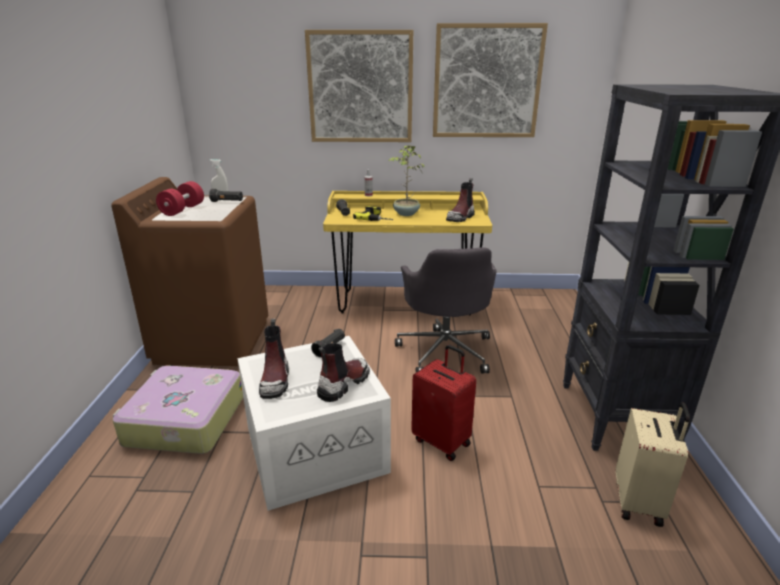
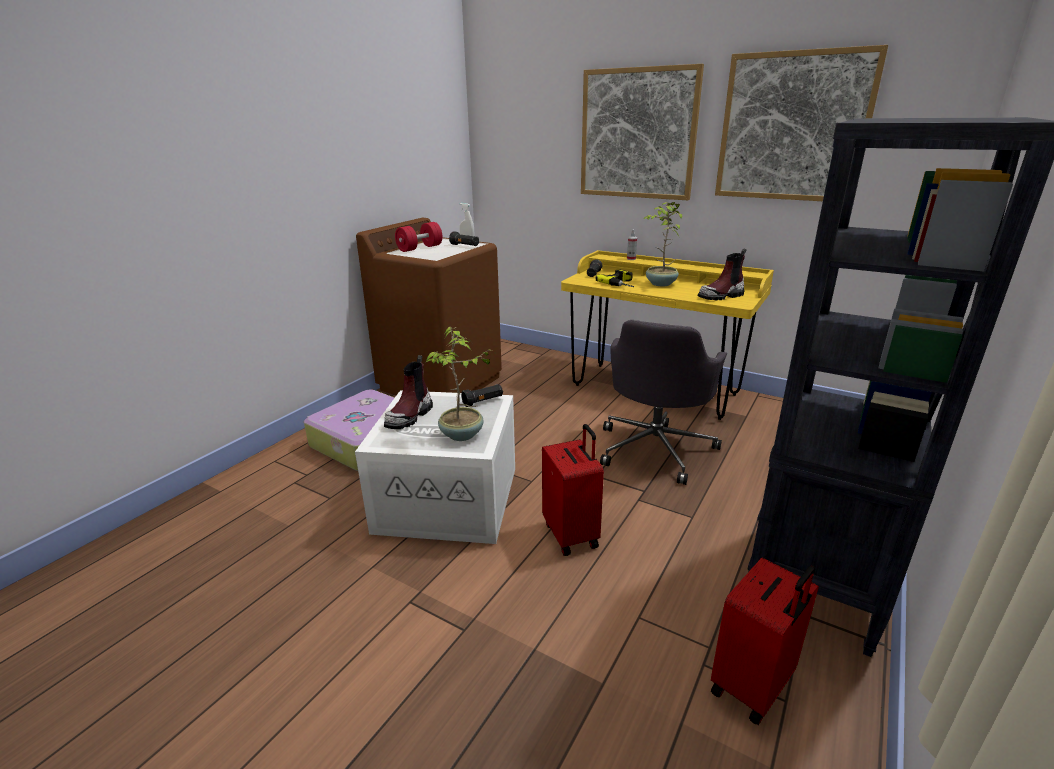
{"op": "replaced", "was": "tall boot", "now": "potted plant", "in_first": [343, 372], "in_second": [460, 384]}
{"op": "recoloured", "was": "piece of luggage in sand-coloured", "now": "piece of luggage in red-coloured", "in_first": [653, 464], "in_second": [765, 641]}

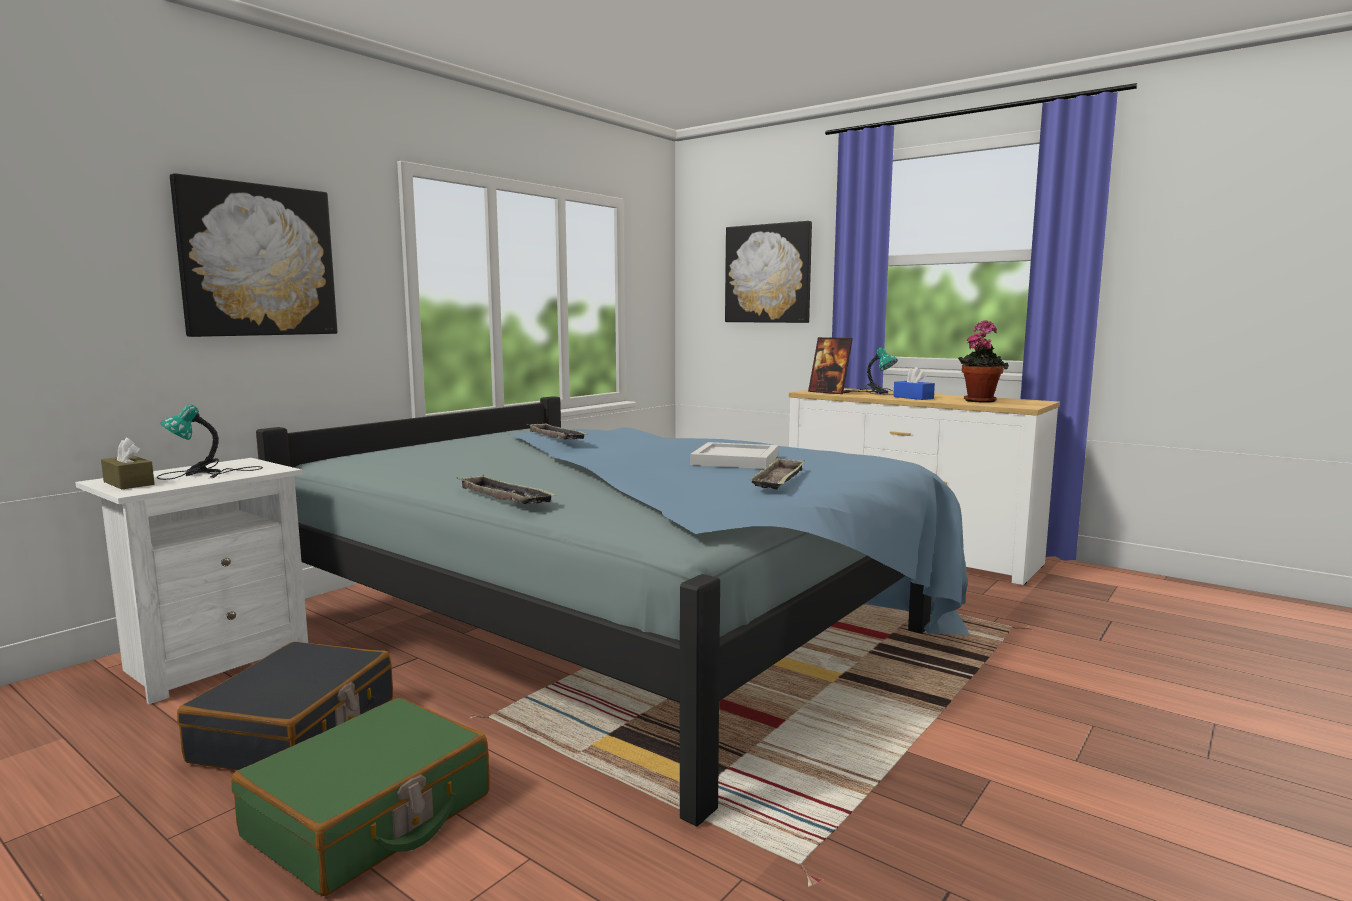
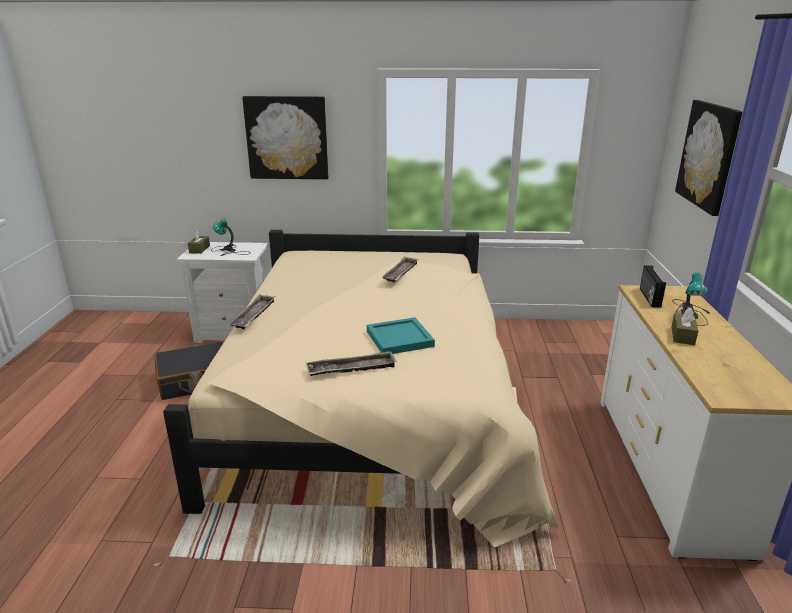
{"op": "recoloured", "was": "sleeping bed in bluish", "now": "sleeping bed in sand-coloured", "in_first": [613, 611], "in_second": [360, 388]}
{"op": "recoloured", "was": "tray in white", "now": "tray in turquoise", "in_first": [734, 455], "in_second": [401, 335]}
{"op": "replaced", "was": "photo frame", "now": "radio receiver", "in_first": [830, 365], "in_second": [653, 286]}
{"op": "recoloured", "was": "box of tissues in bluish", "now": "box of tissues in brown", "in_first": [914, 383], "in_second": [684, 326]}
{"op": "removed", "was": "piece of luggage in green-coloured", "in_first": [360, 797]}
{"op": "removed", "was": "potted plant", "in_first": [983, 361]}

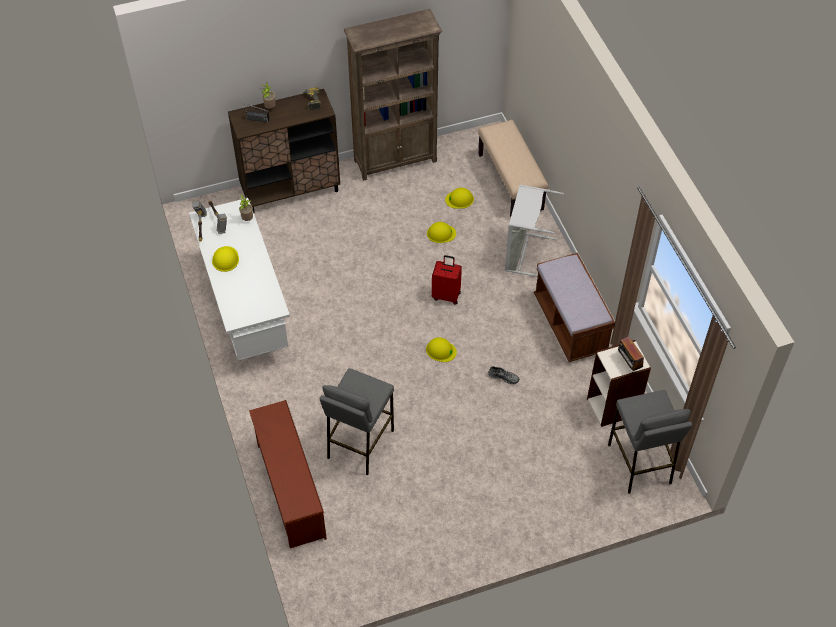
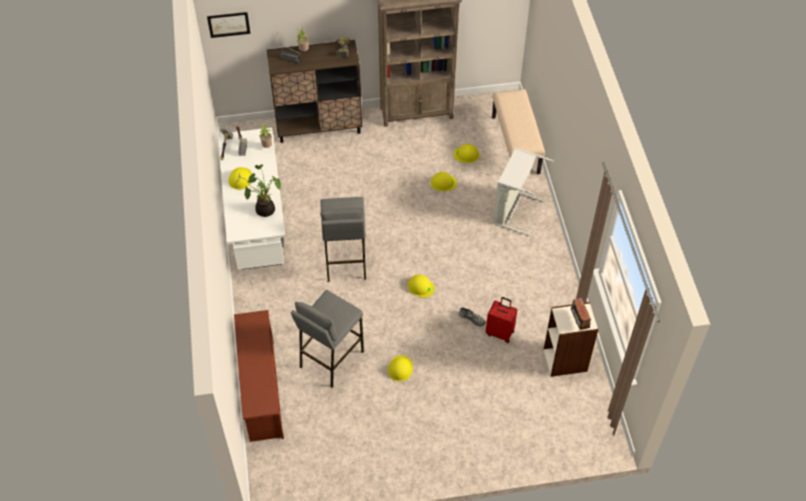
{"op": "added", "now": "picture", "in_second": [228, 25]}
{"op": "added", "now": "potted plant", "in_second": [258, 191]}
{"op": "moved", "was": "stool seat in gray", "in_first": [650, 442], "in_second": [343, 239]}
{"op": "added", "now": "safety helmet in yellow-coloured", "in_second": [400, 368]}
{"op": "moved", "was": "piece of luggage in red-coloured", "in_first": [447, 280], "in_second": [501, 320]}
{"op": "removed", "was": "long seat in brown", "in_first": [574, 307]}

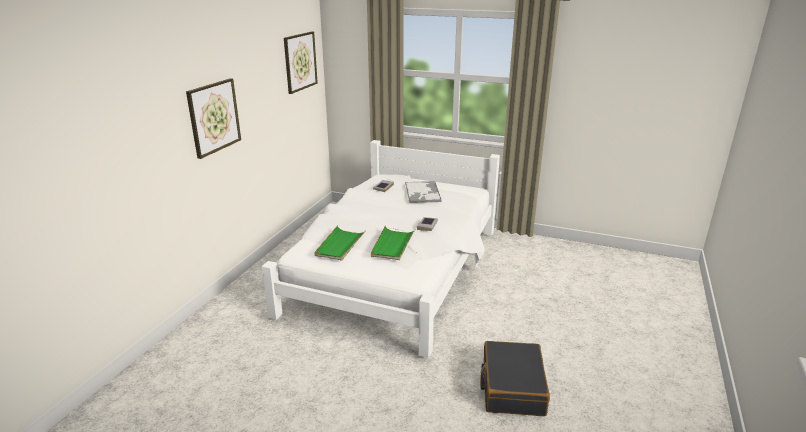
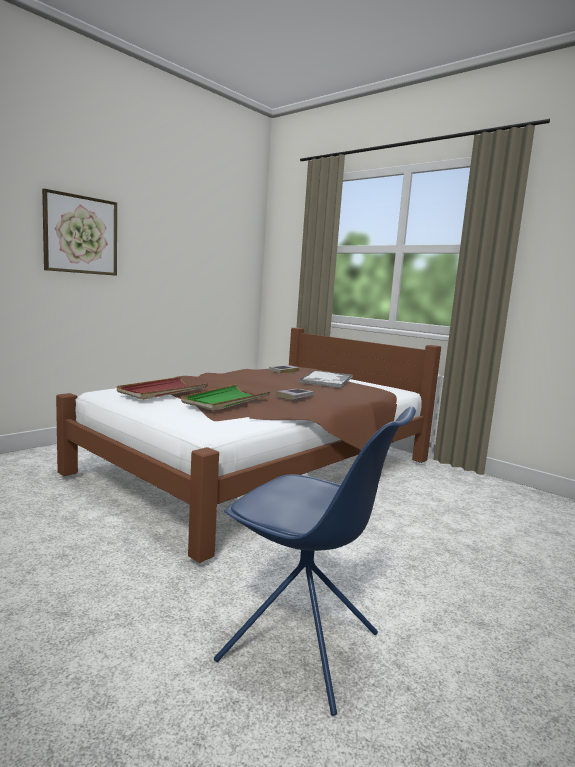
{"op": "recoloured", "was": "sleeping bed in white", "now": "sleeping bed in brown", "in_first": [381, 249], "in_second": [248, 445]}
{"op": "recoloured", "was": "tray in green-coloured", "now": "tray in red-coloured", "in_first": [340, 243], "in_second": [162, 388]}
{"op": "replaced", "was": "piece of luggage in blackish", "now": "upright chair in bluish", "in_first": [515, 378], "in_second": [315, 561]}
{"op": "removed", "was": "picture", "in_first": [301, 62]}

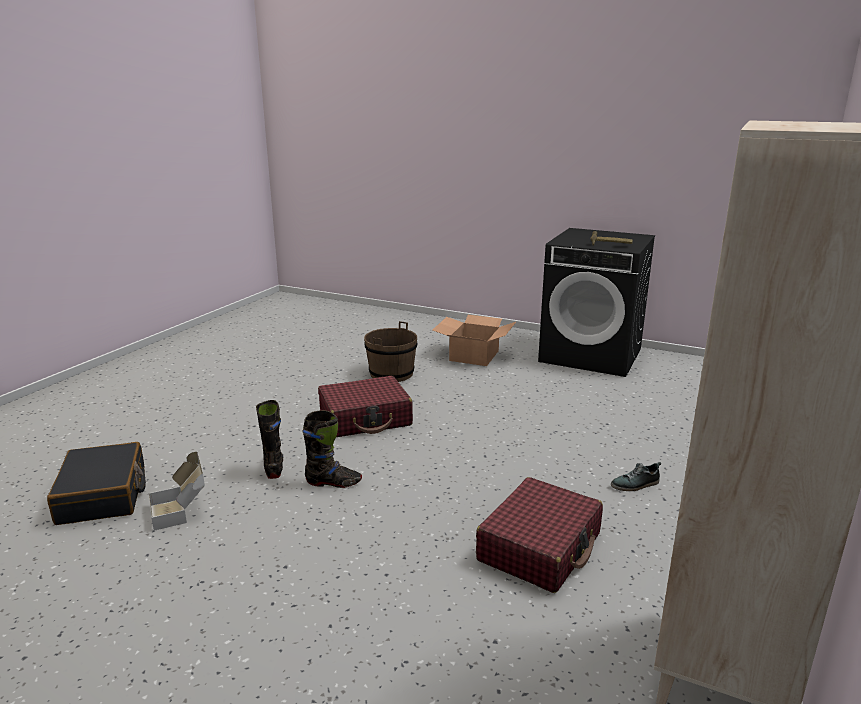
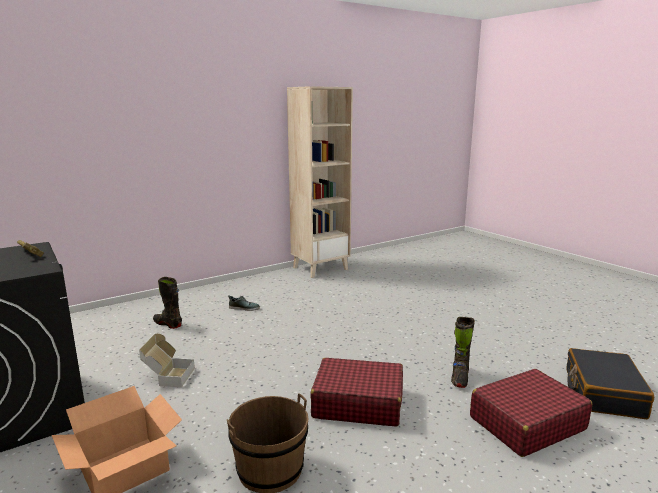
{"op": "moved", "was": "cardboard box", "in_first": [177, 491], "in_second": [167, 360]}
{"op": "moved", "was": "tall boot in blackish", "in_first": [332, 449], "in_second": [167, 303]}
{"op": "moved", "was": "piece of luggage in red-coloured", "in_first": [539, 535], "in_second": [531, 413]}

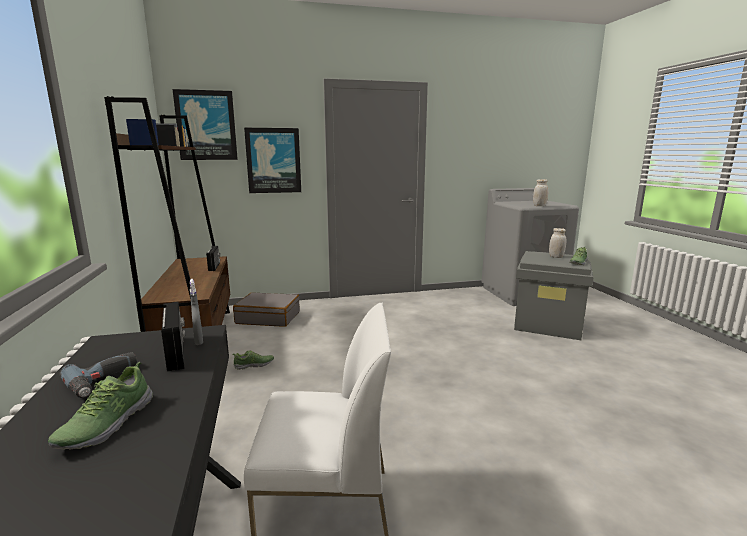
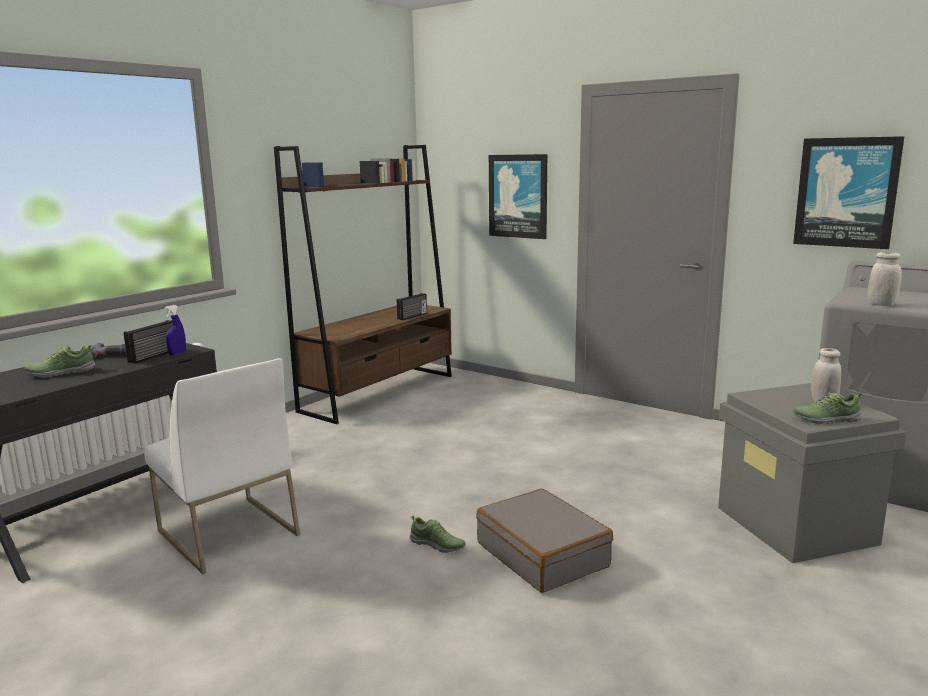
{"op": "recoloured", "was": "hand sprayer in gray", "now": "hand sprayer in bluish", "in_first": [196, 312], "in_second": [175, 330]}
{"op": "moved", "was": "item of footwear", "in_first": [253, 360], "in_second": [437, 534]}
{"op": "moved", "was": "piece of luggage in gray", "in_first": [266, 309], "in_second": [544, 541]}
{"op": "moved", "was": "picture", "in_first": [205, 124], "in_second": [849, 192]}

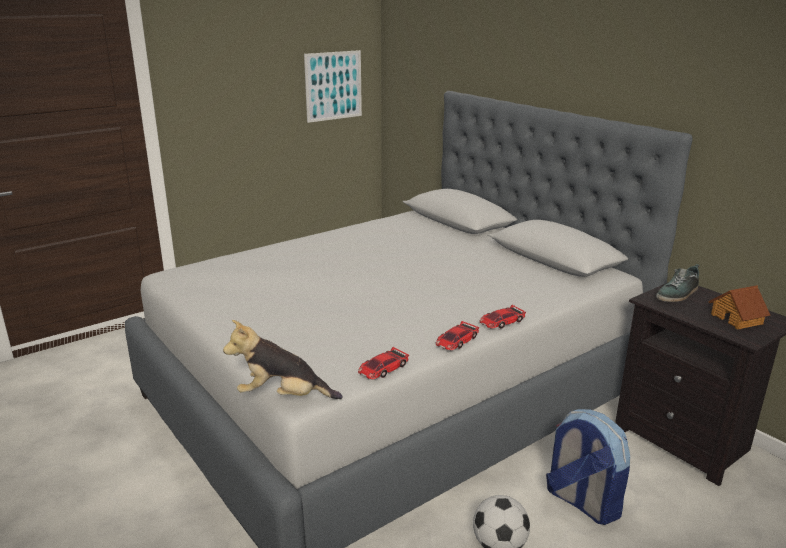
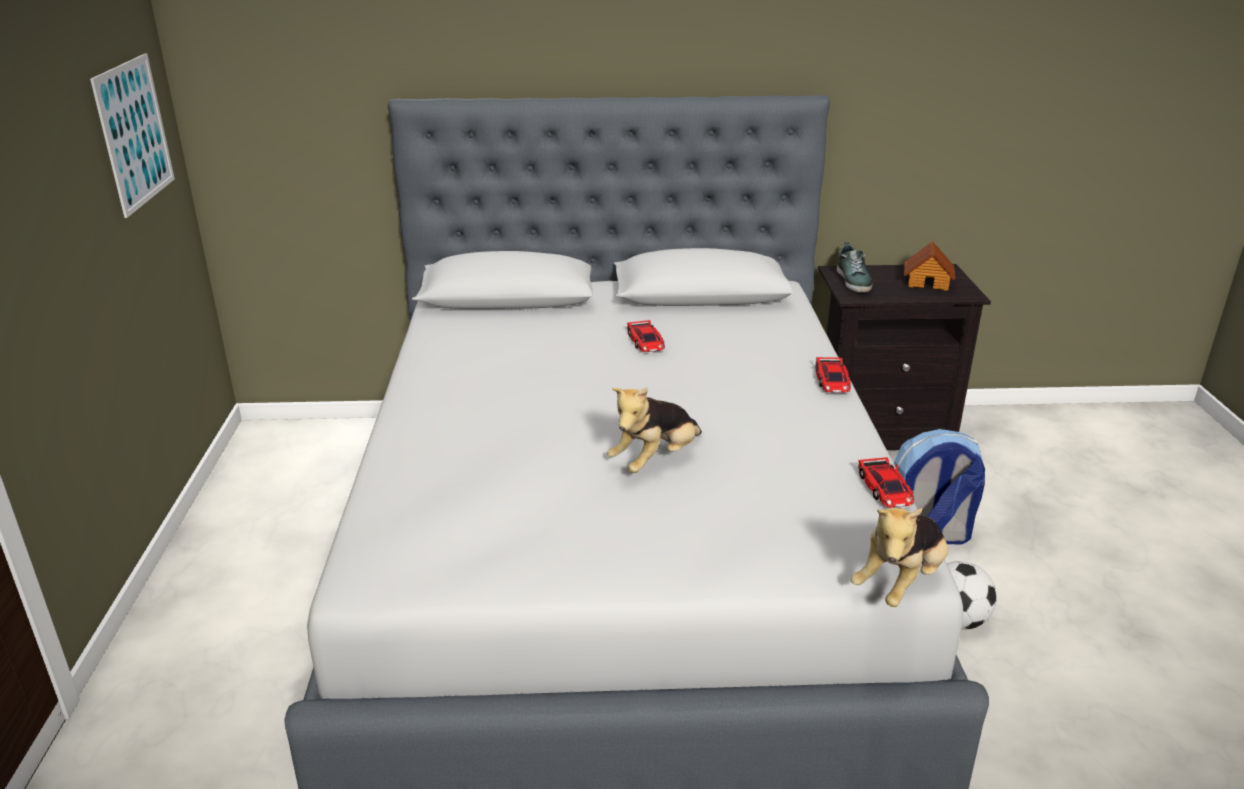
{"op": "added", "now": "plush toy", "in_second": [655, 430]}
{"op": "moved", "was": "toy car", "in_first": [457, 335], "in_second": [646, 336]}

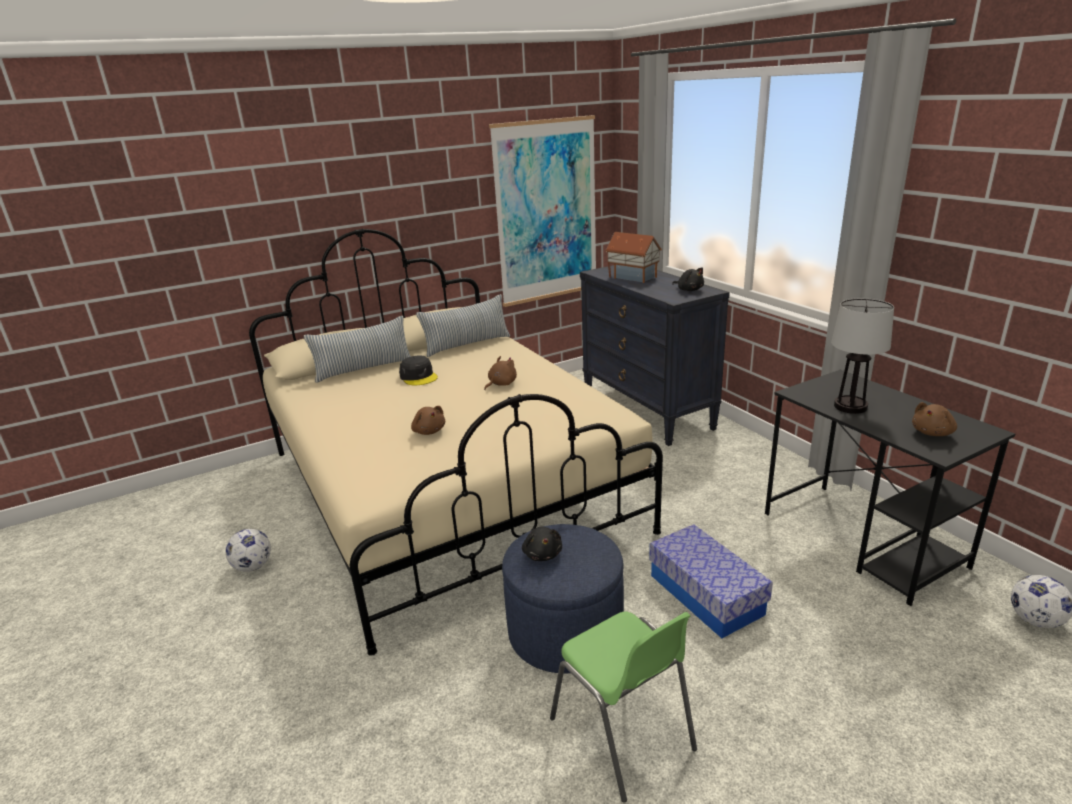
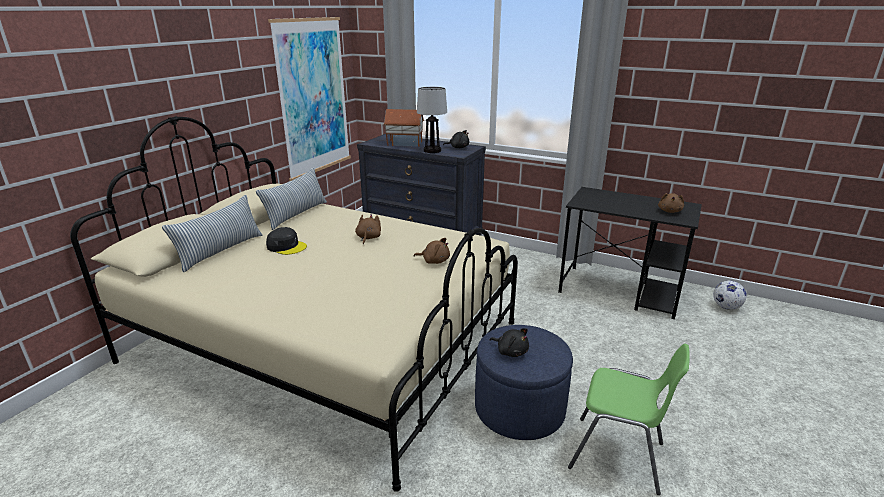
{"op": "moved", "was": "plush toy in brown", "in_first": [428, 420], "in_second": [432, 251]}
{"op": "moved", "was": "lamp for a table", "in_first": [862, 356], "in_second": [432, 120]}
{"op": "removed", "was": "ball for football", "in_first": [248, 550]}
{"op": "removed", "was": "storage bin", "in_first": [711, 581]}

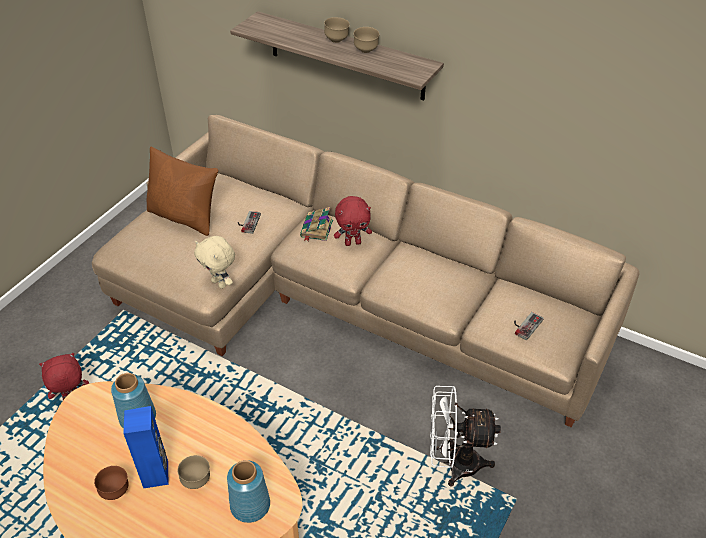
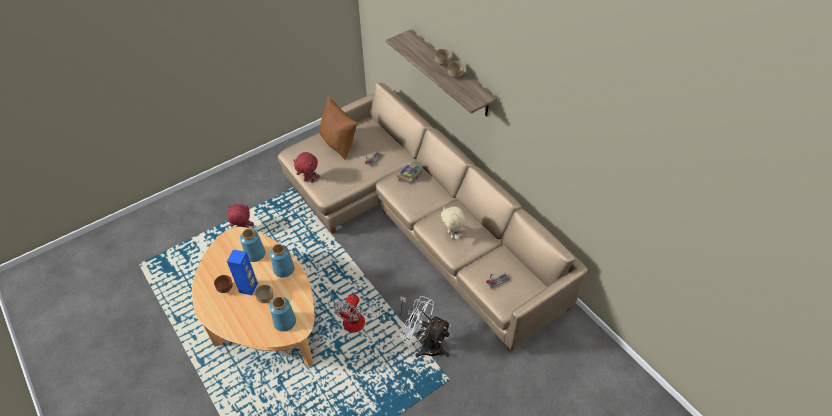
{"op": "added", "now": "decorative vase in bluish", "in_second": [282, 261]}
{"op": "moved", "was": "plush toy in red-coloured", "in_first": [353, 221], "in_second": [306, 167]}
{"op": "added", "now": "cooling fan", "in_second": [370, 313]}
{"op": "moved", "was": "plush toy in sand-coloured", "in_first": [214, 262], "in_second": [453, 223]}

